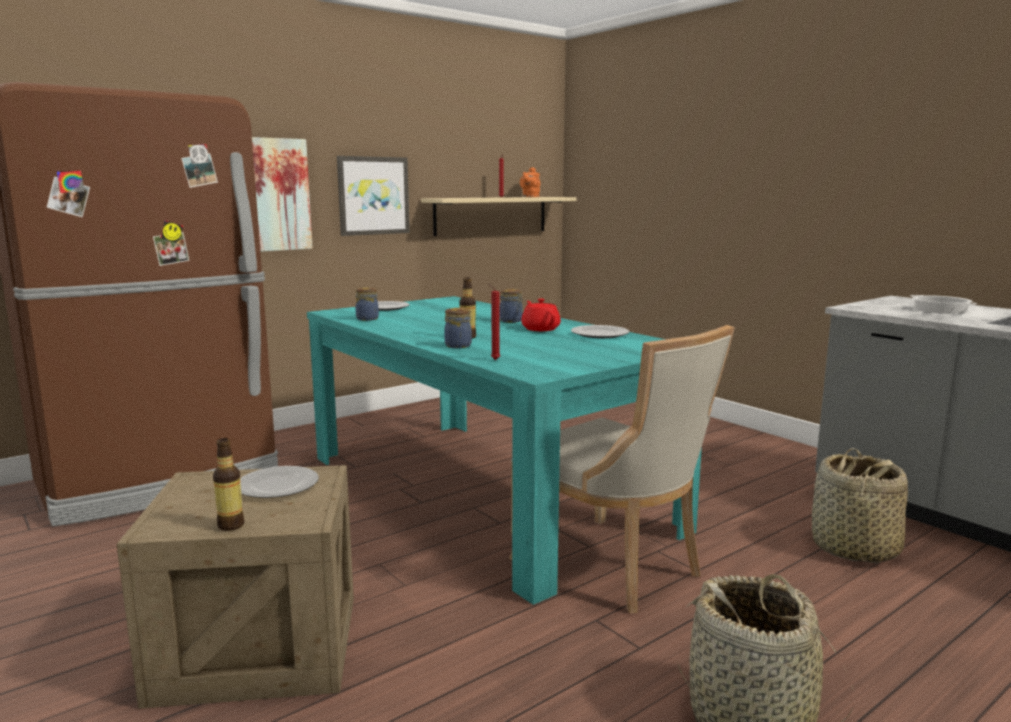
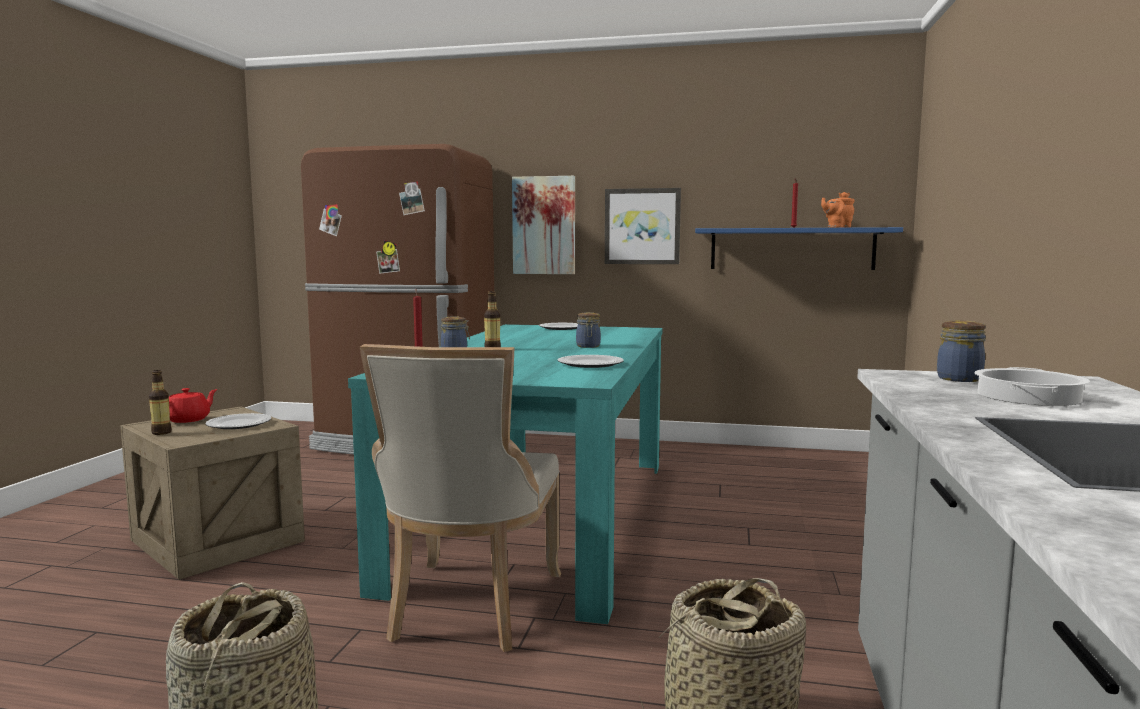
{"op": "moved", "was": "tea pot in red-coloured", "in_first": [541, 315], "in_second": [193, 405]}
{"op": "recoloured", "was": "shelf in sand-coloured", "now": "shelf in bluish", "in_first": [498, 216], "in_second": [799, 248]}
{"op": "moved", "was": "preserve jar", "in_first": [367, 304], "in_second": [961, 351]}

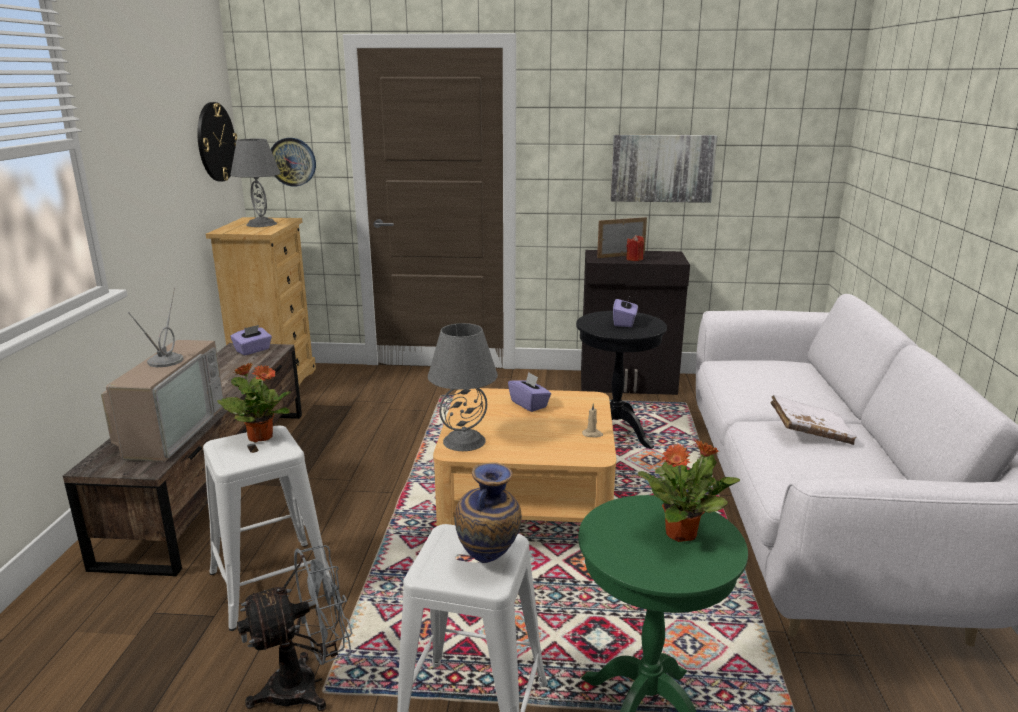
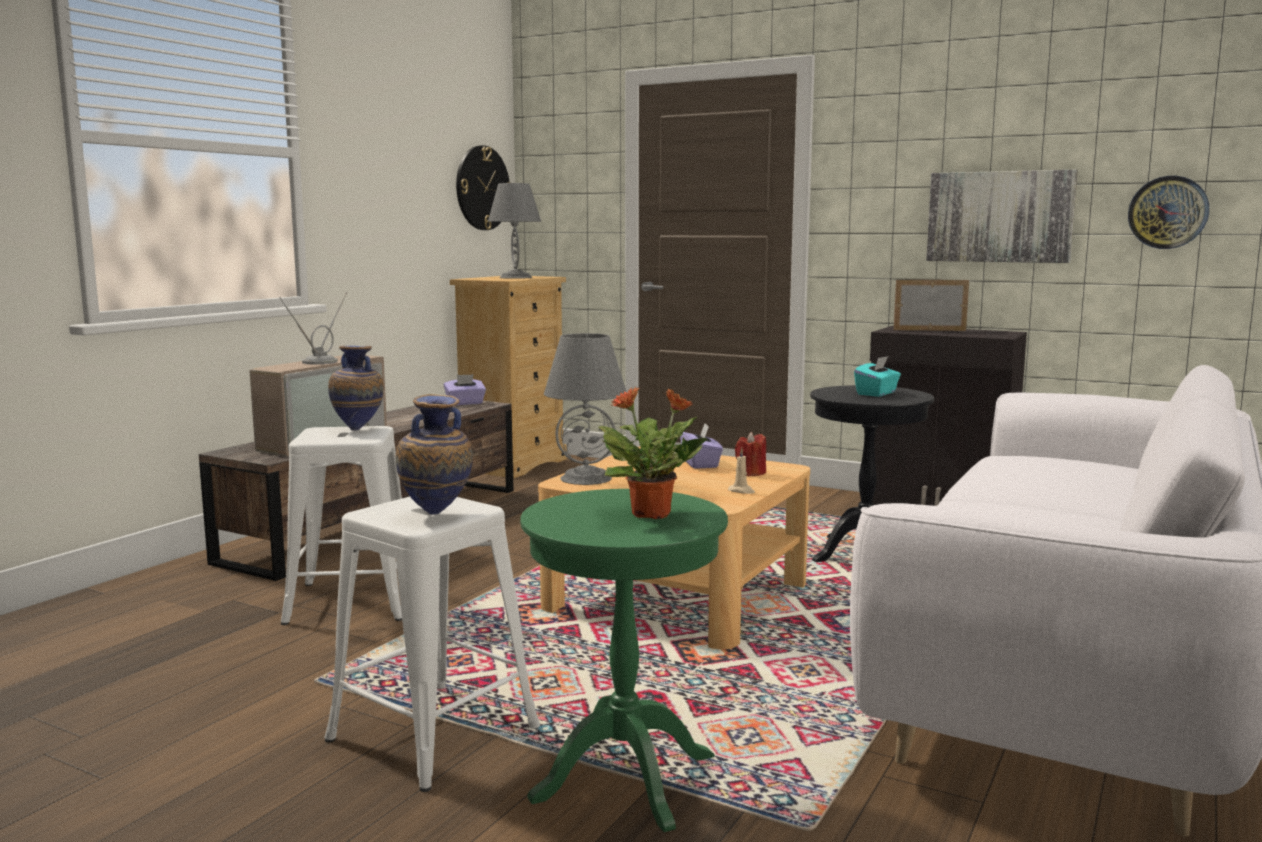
{"op": "replaced", "was": "potted plant", "now": "decorative vase", "in_first": [254, 403], "in_second": [356, 388]}
{"op": "moved", "was": "candle in red-coloured", "in_first": [635, 248], "in_second": [750, 454]}
{"op": "recoloured", "was": "box of tissues in purple-coloured", "now": "box of tissues in turquoise", "in_first": [625, 311], "in_second": [877, 376]}
{"op": "moved", "was": "clock on the wall", "in_first": [293, 162], "in_second": [1168, 212]}
{"op": "removed", "was": "cooling fan in gray", "in_first": [294, 628]}
{"op": "removed", "was": "volume in white", "in_first": [813, 420]}

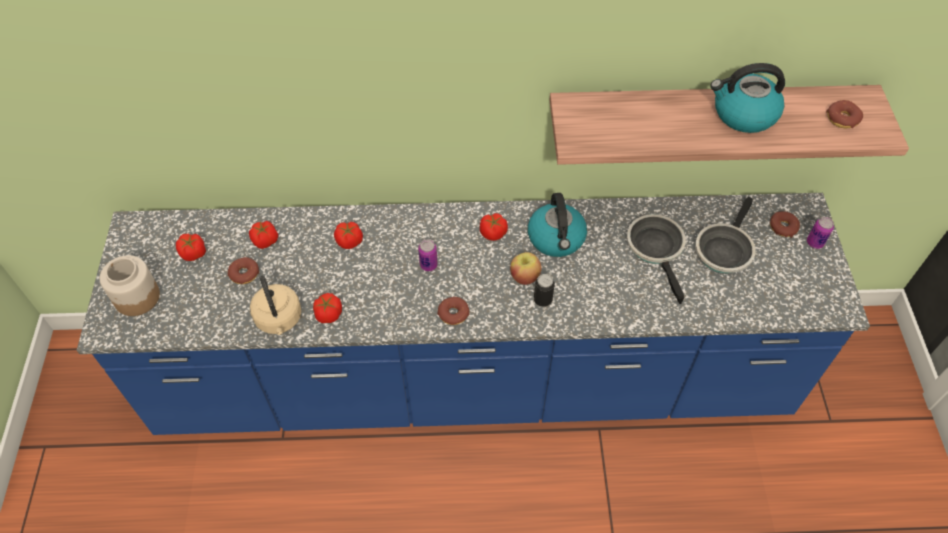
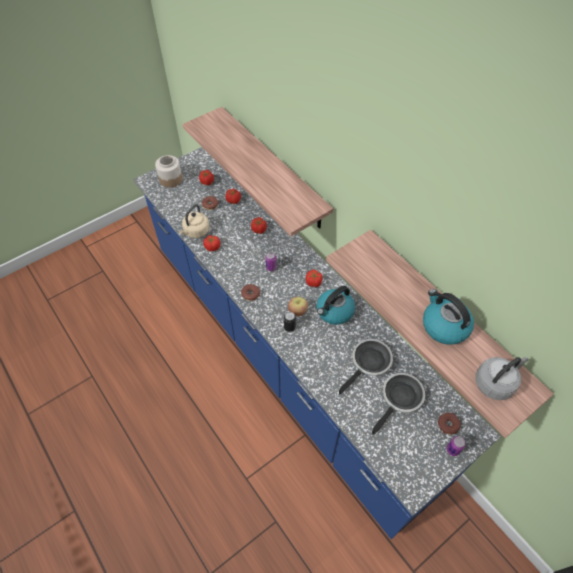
{"op": "added", "now": "shelf", "in_second": [258, 172]}
{"op": "turned", "was": "frying pan", "in_first": [725, 235], "in_second": [398, 403], "clockwise": 135}
{"op": "replaced", "was": "doughnut", "now": "water kettle in gray", "in_first": [844, 114], "in_second": [501, 378]}

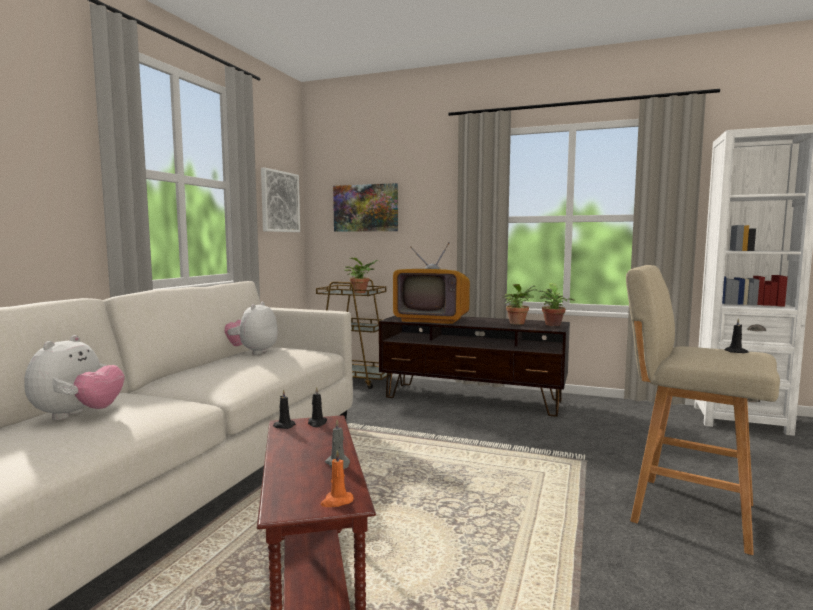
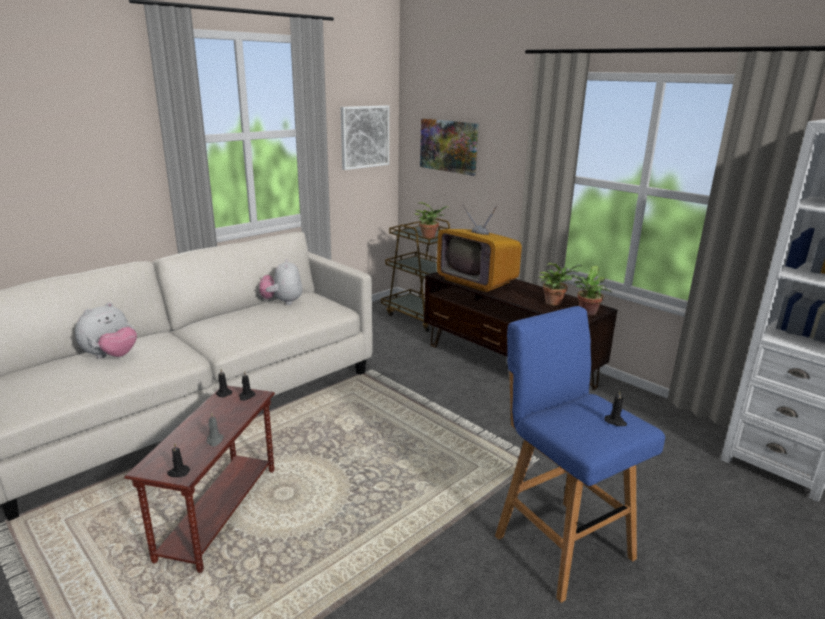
{"op": "recoloured", "was": "candle in orange-coloured", "now": "candle in blackish", "in_first": [337, 478], "in_second": [178, 460]}
{"op": "turned", "was": "plush toy", "in_first": [251, 328], "in_second": [280, 282], "clockwise": -45}
{"op": "recoloured", "was": "stool seat in sand-coloured", "now": "stool seat in bluish", "in_first": [703, 410], "in_second": [580, 454]}

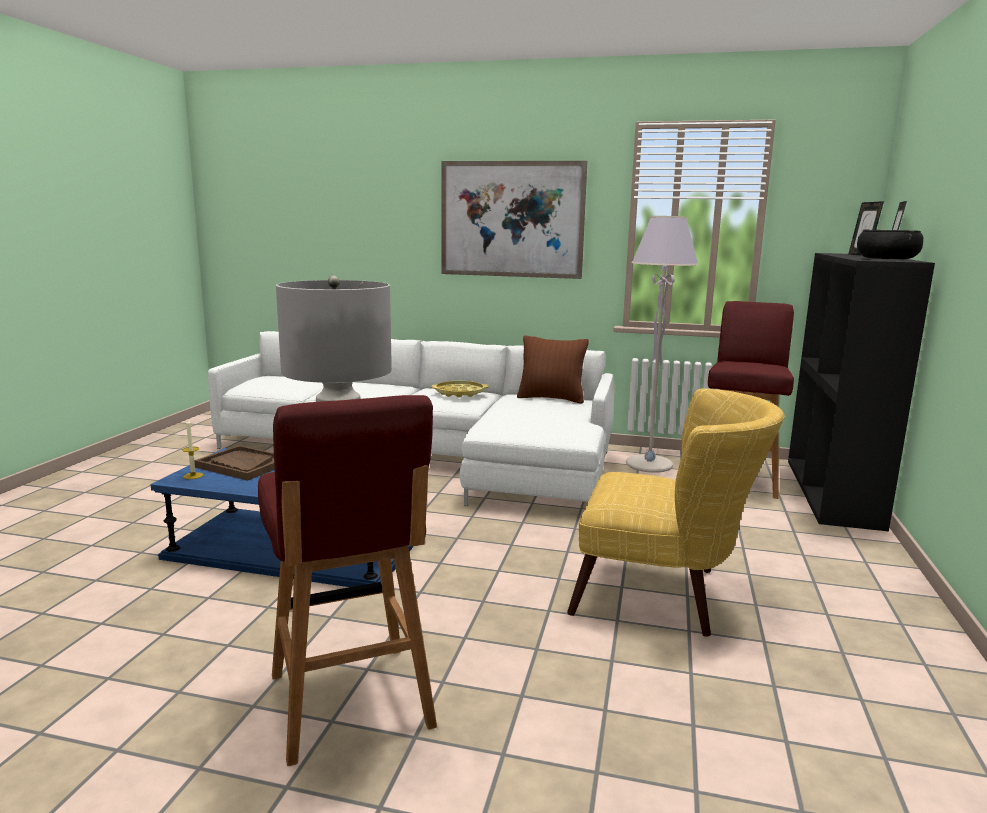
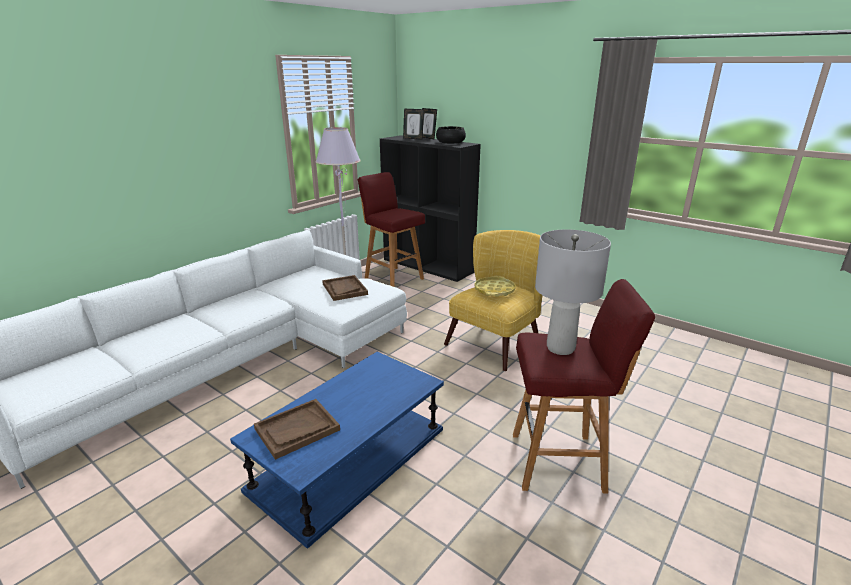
{"op": "added", "now": "tray in brown", "in_second": [345, 288]}
{"op": "moved", "was": "tray in yellow-coloured", "in_first": [460, 389], "in_second": [495, 286]}
{"op": "removed", "was": "candle", "in_first": [192, 449]}
{"op": "removed", "was": "picture", "in_first": [514, 220]}
{"op": "removed", "was": "throw pillow in brown", "in_first": [553, 369]}

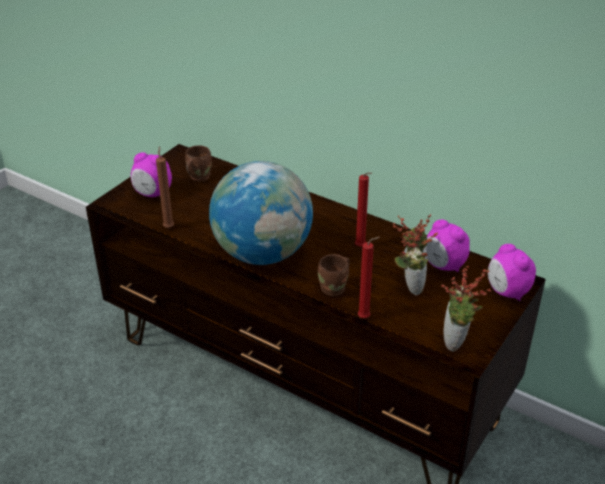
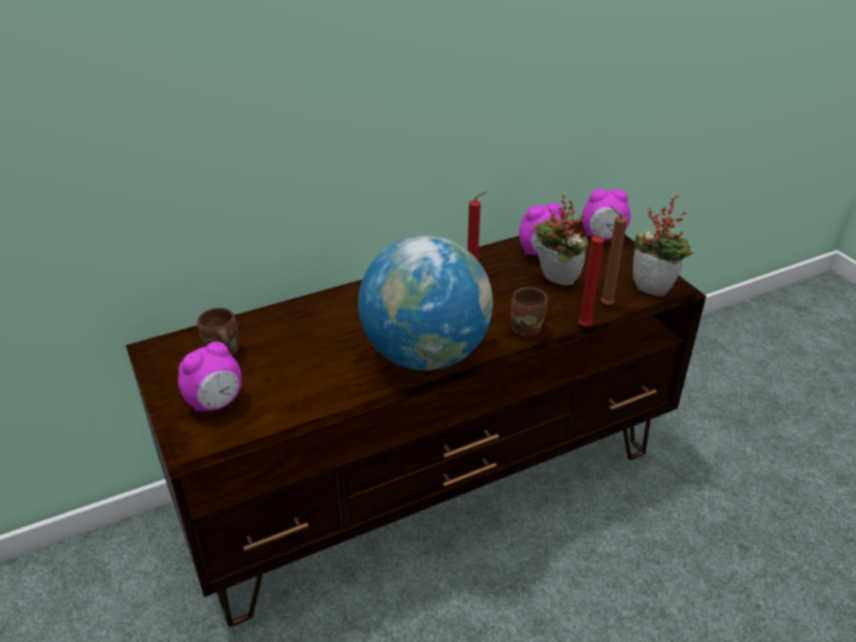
{"op": "moved", "was": "candle in brown", "in_first": [165, 187], "in_second": [614, 255]}

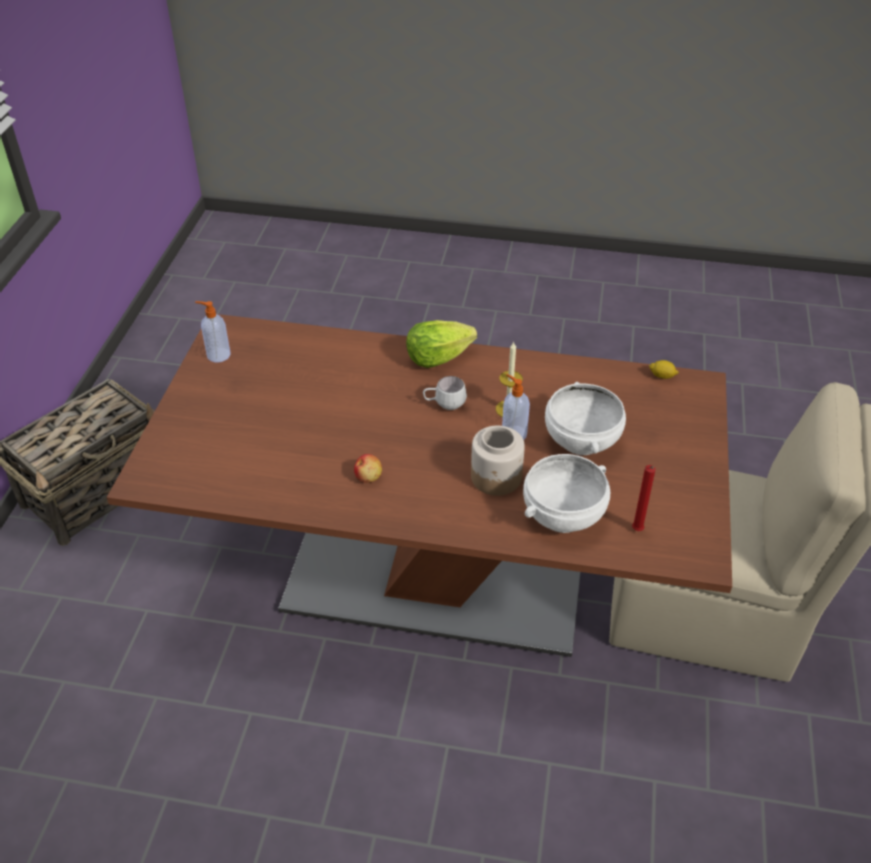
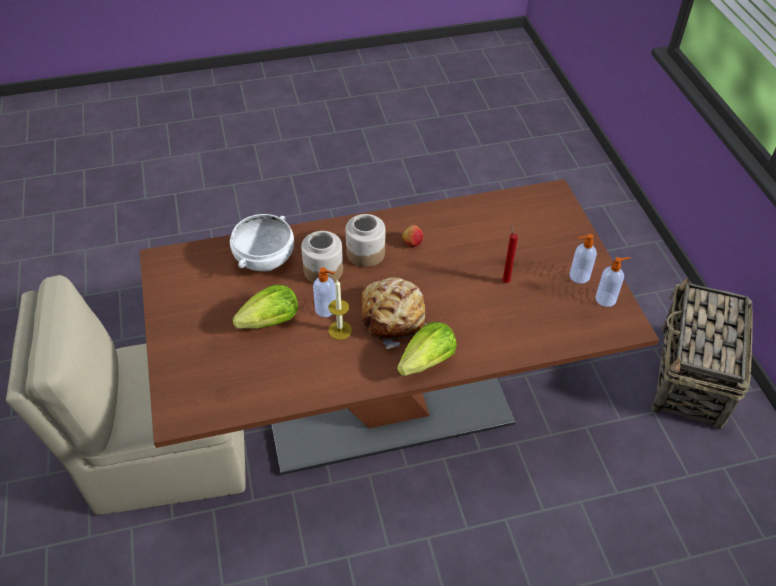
{"op": "replaced", "was": "deep dish in white", "now": "lettuce", "in_first": [585, 418], "in_second": [265, 306]}
{"op": "added", "now": "preserve jar", "in_second": [365, 240]}
{"op": "replaced", "was": "mug in white", "now": "baked bread", "in_first": [445, 393], "in_second": [393, 313]}
{"op": "moved", "was": "candle in red-coloured", "in_first": [644, 498], "in_second": [510, 254]}
{"op": "added", "now": "soap bottle", "in_second": [583, 259]}
{"op": "removed", "was": "citrus fruit", "in_first": [664, 369]}

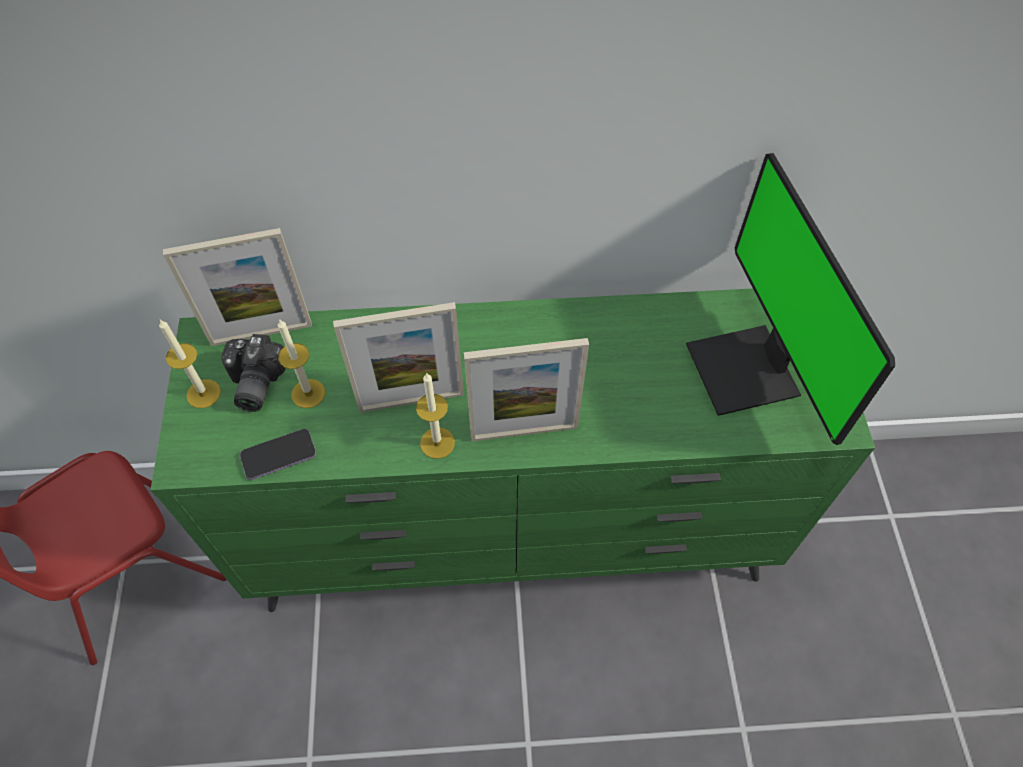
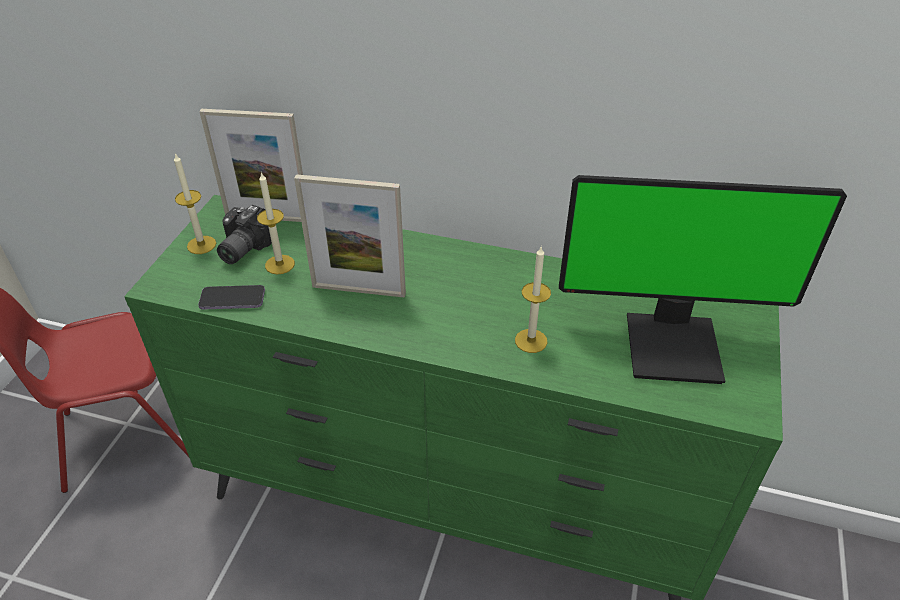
{"op": "moved", "was": "candle", "in_first": [435, 415], "in_second": [533, 300]}
{"op": "turned", "was": "computer display", "in_first": [790, 299], "in_second": [703, 279], "clockwise": -90}
{"op": "removed", "was": "photo frame", "in_first": [526, 389]}

